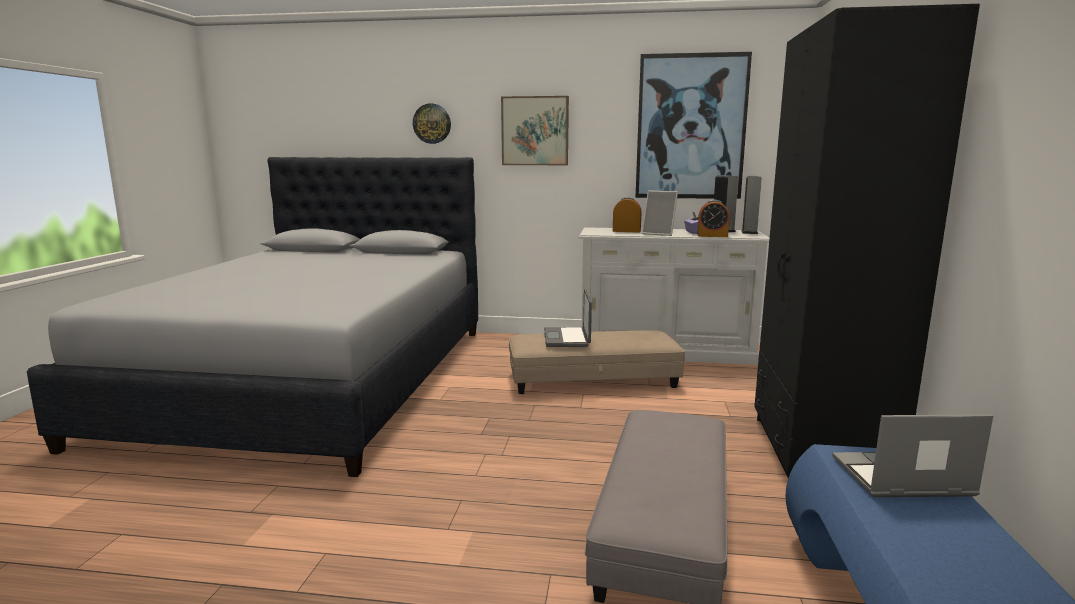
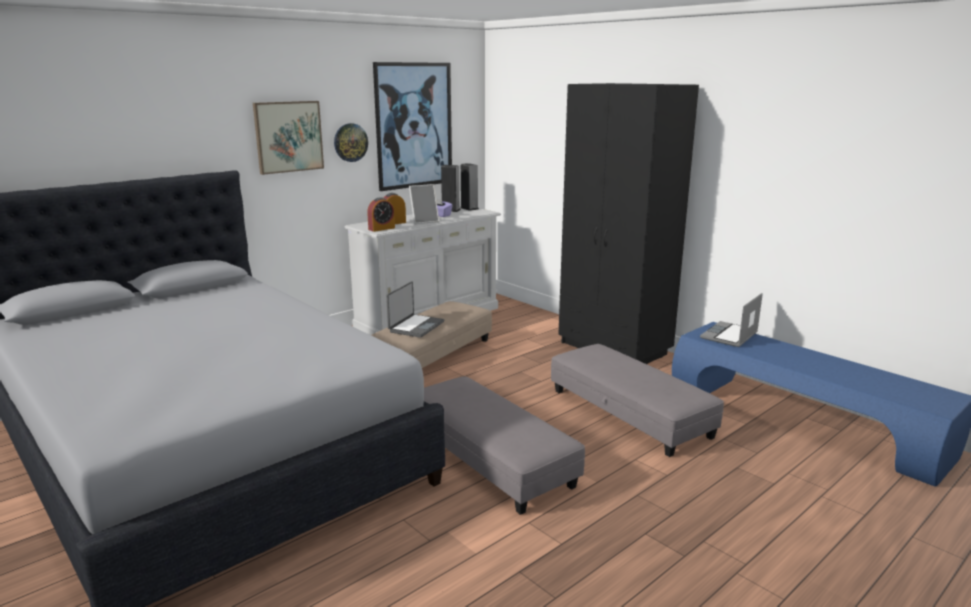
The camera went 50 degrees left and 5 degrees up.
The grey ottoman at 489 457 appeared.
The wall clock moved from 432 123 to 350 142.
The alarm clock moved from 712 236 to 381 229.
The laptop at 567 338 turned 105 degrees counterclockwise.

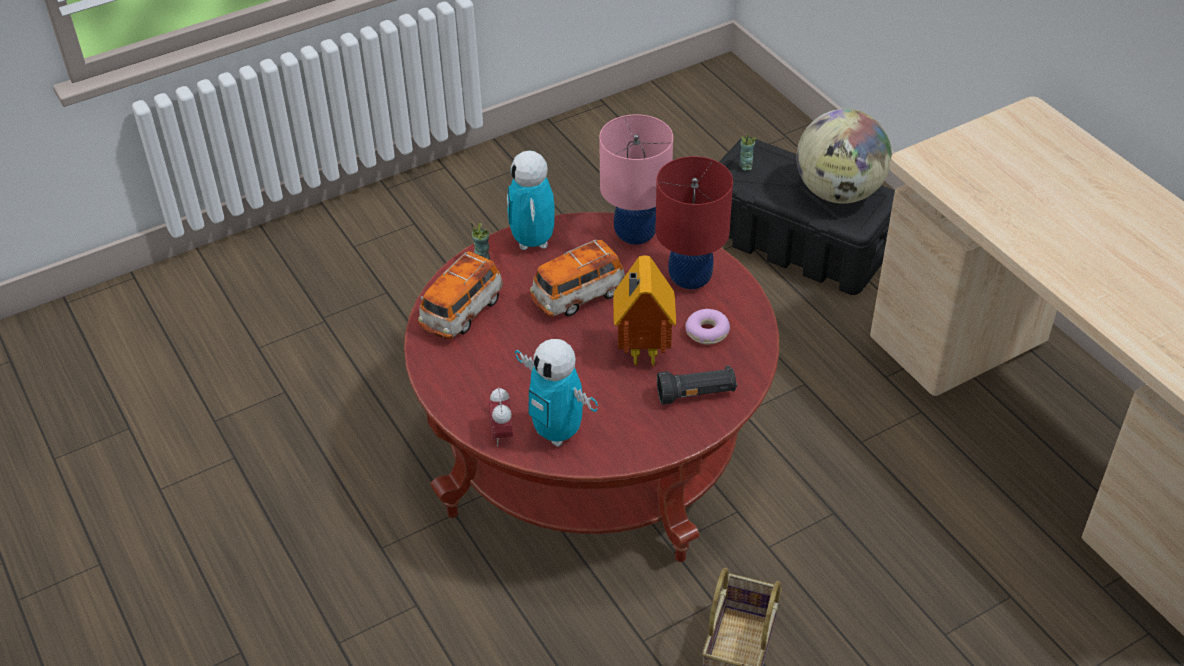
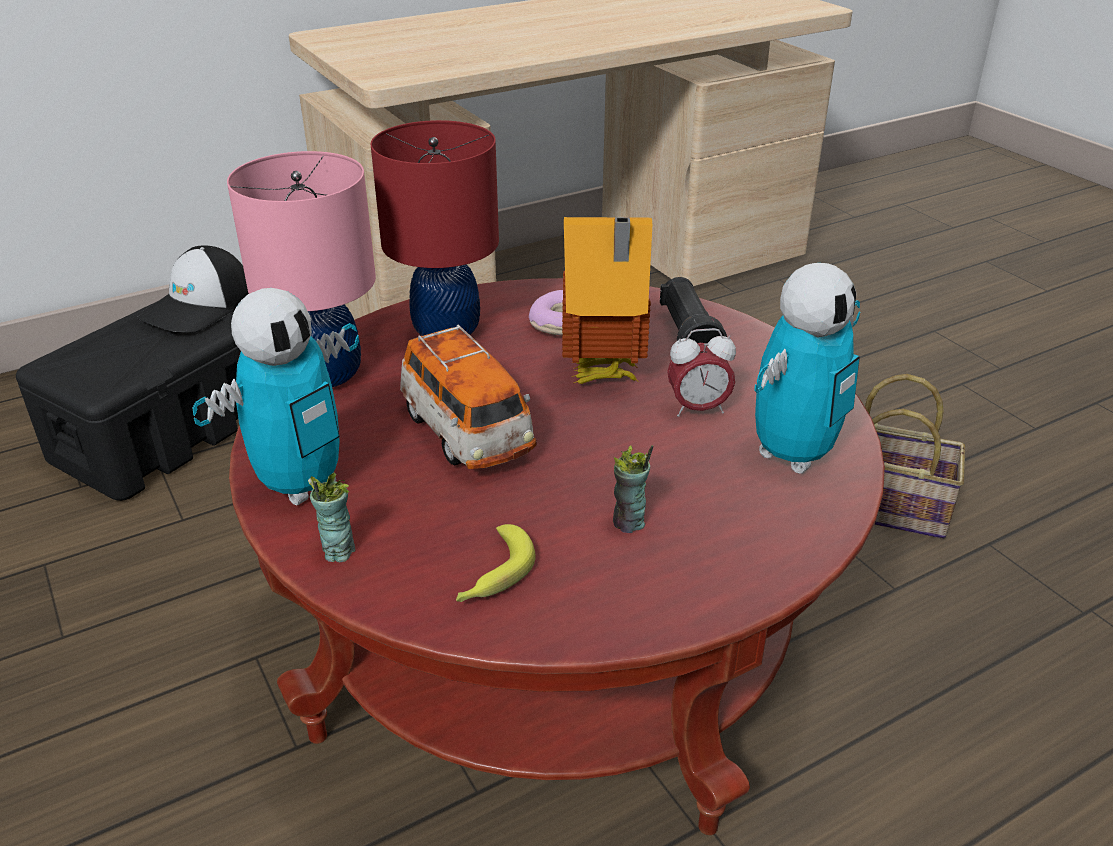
The camera went 90 degrees left and 10 degrees down.
The alarm clock moved from 502 434 to 698 409.
The cup moved from 745 166 to 629 523.
The toy car at 462 313 was replaced by the banana at 492 575.
The globe at 838 193 was replaced by the cap at 199 306.
The toy robot at 533 241 turned 45 degrees counterclockwise.

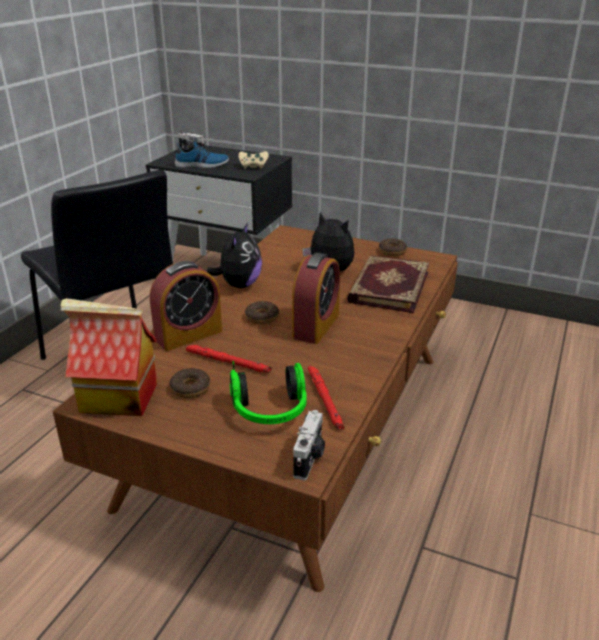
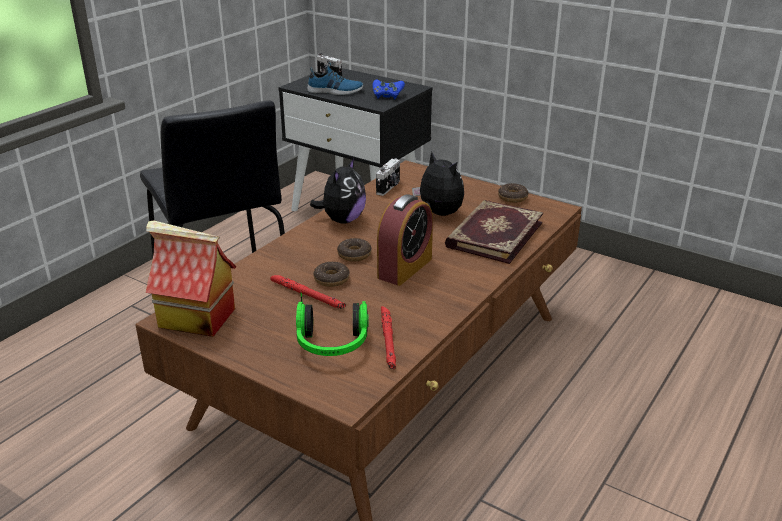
The camera went 10 degrees right and 0 degrees up.
The alarm clock at 188 335 disappeared.
The donut moved from 190 388 to 331 279.
The photo camera moved from 310 458 to 389 187.
The beige game controller at 253 167 became the blue game controller at 387 96.

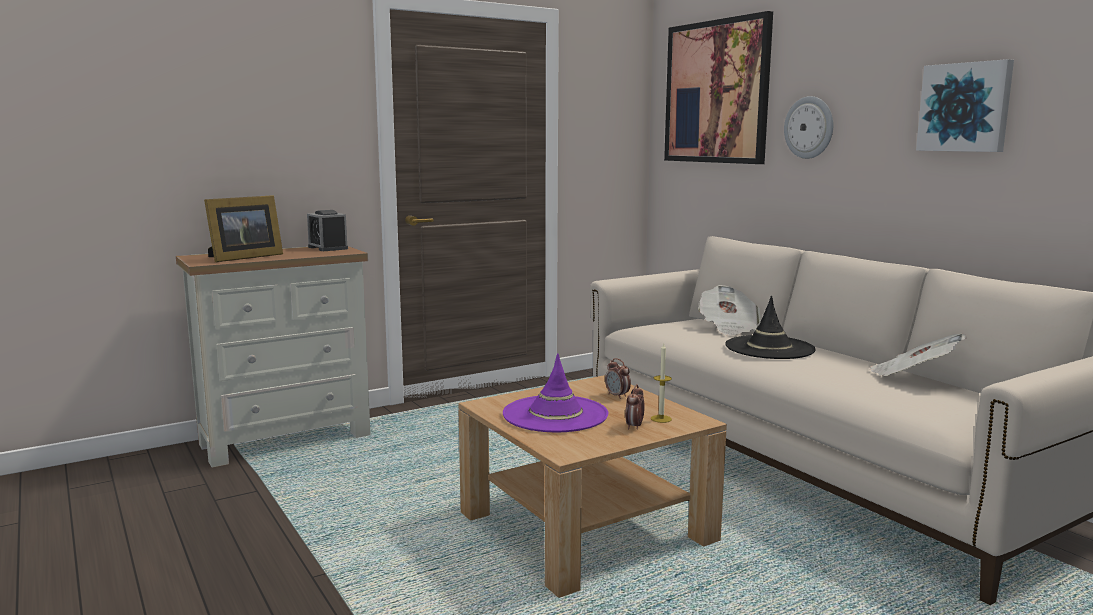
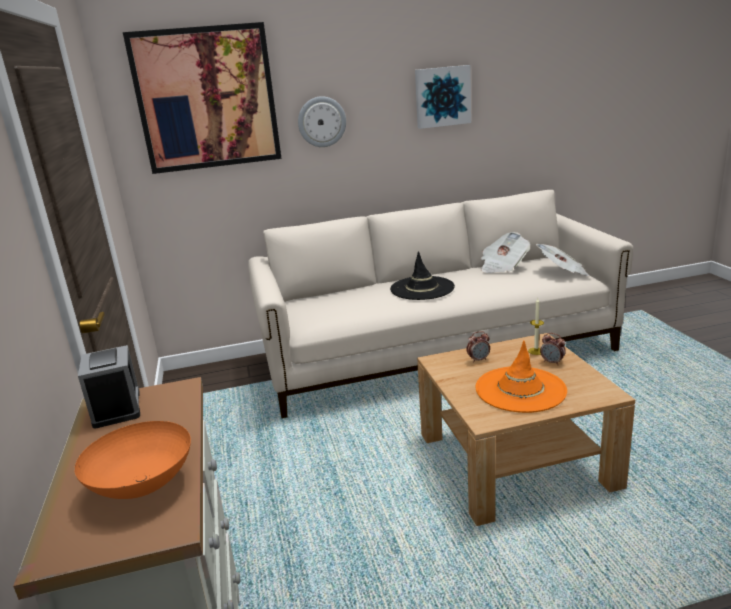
The camera went 70 degrees left and 10 degrees up.
The newspaper moved from 729 328 to 563 273.
The picture frame at 242 257 was replaced by the orange bowl at 141 485.
The purple hat at 555 414 became the orange hat at 520 389.
The alarm clock at 328 248 turned 90 degrees counterclockwise.

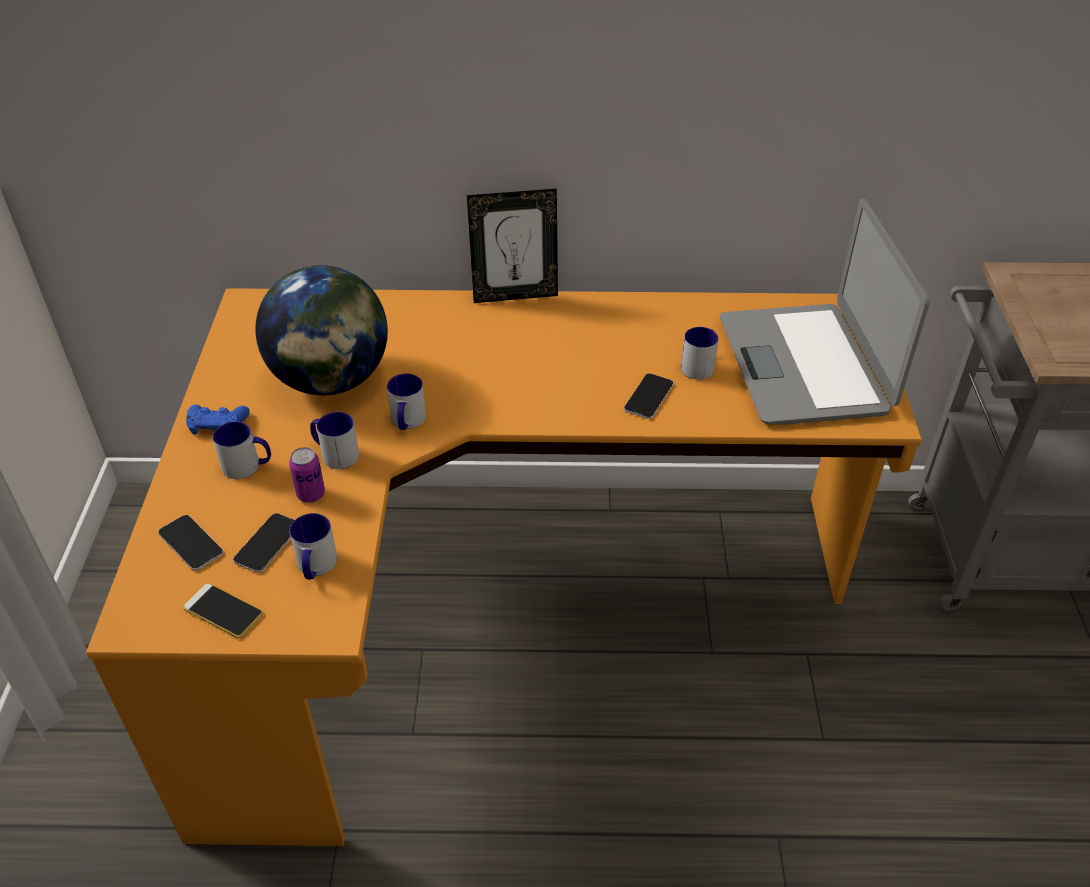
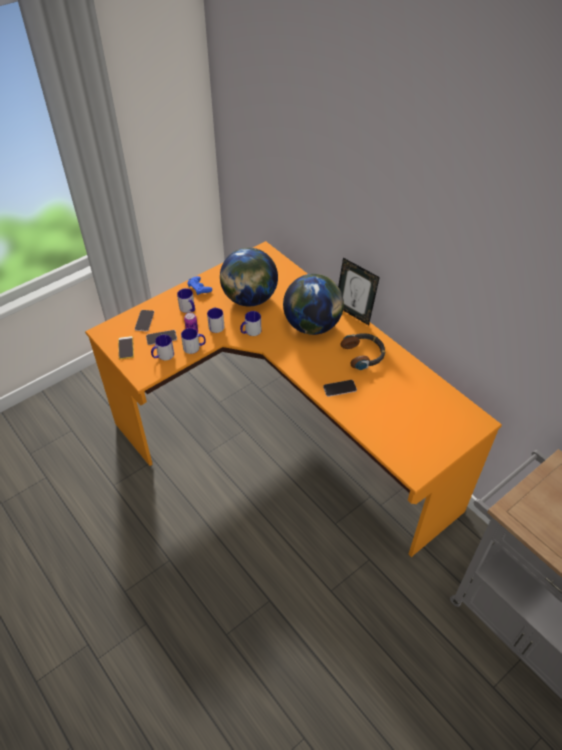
The camera went 50 degrees right and 5 degrees up.
The laptop at 805 365 disappeared.
The globe at 312 325 appeared.
The headphones at 364 354 appeared.
The mug moved from 700 365 to 194 347.

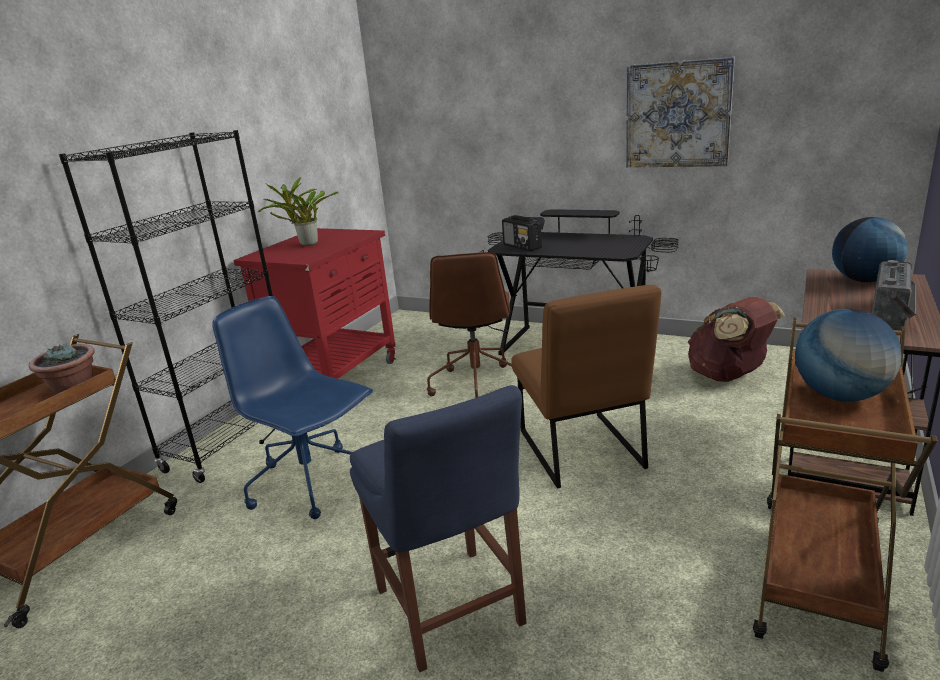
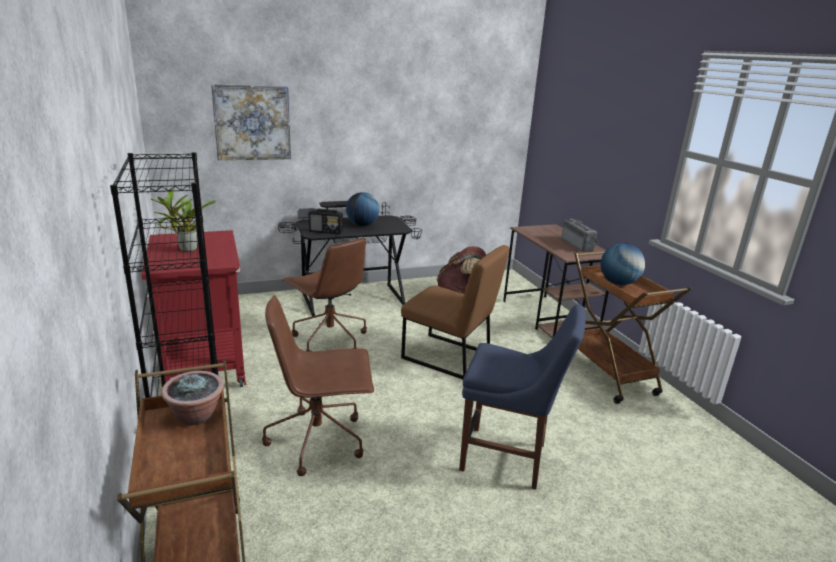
The camera went 50 degrees left and 0 degrees up.
The picture moved from 677 115 to 252 123.
The globe moved from 864 280 to 362 225.
The blue office chair at 314 485 became the brown office chair at 322 441.

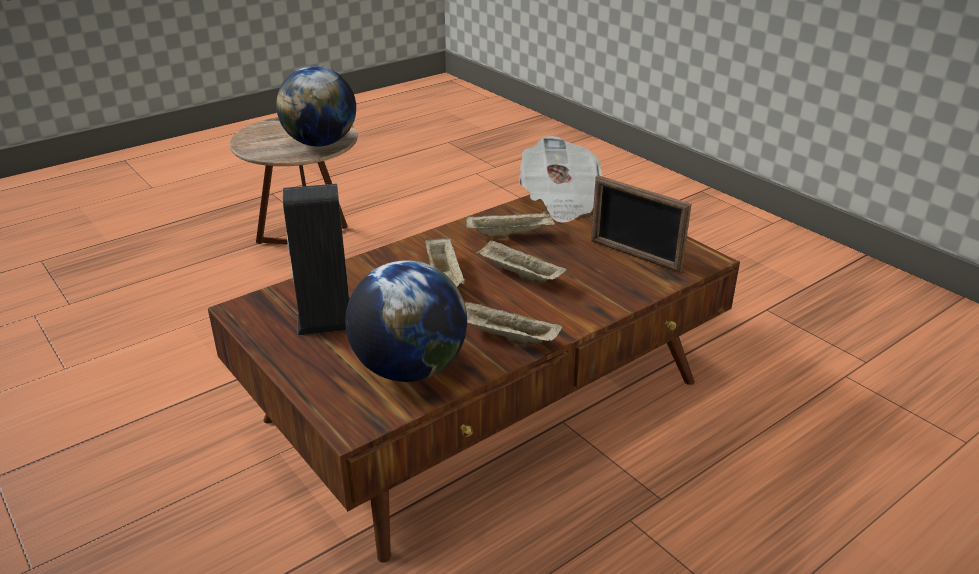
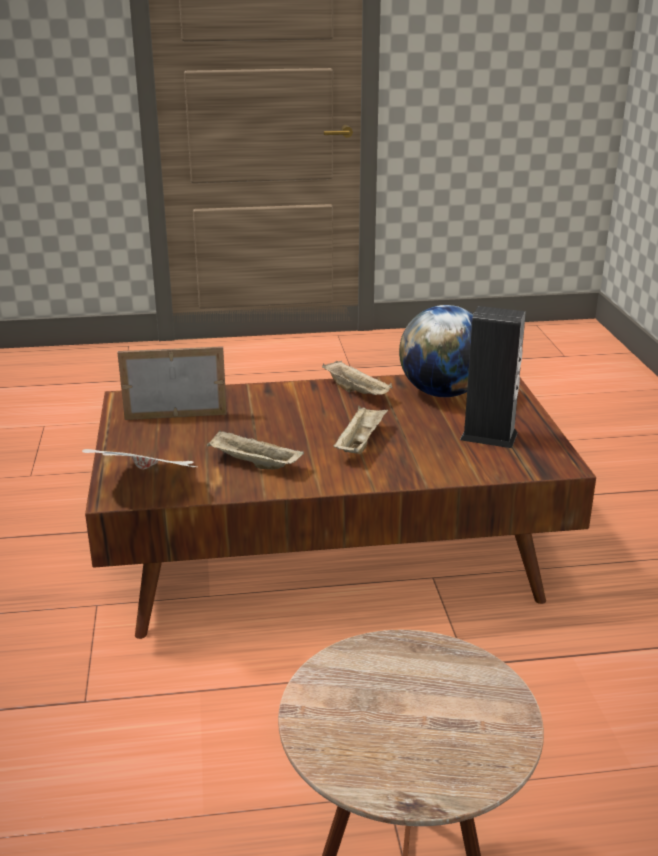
The camera went 150 degrees left and 5 degrees down.
The globe at 320 143 disappeared.
The beige tray at 518 275 disappeared.
The picture frame at 634 255 turned 75 degrees counterclockwise.

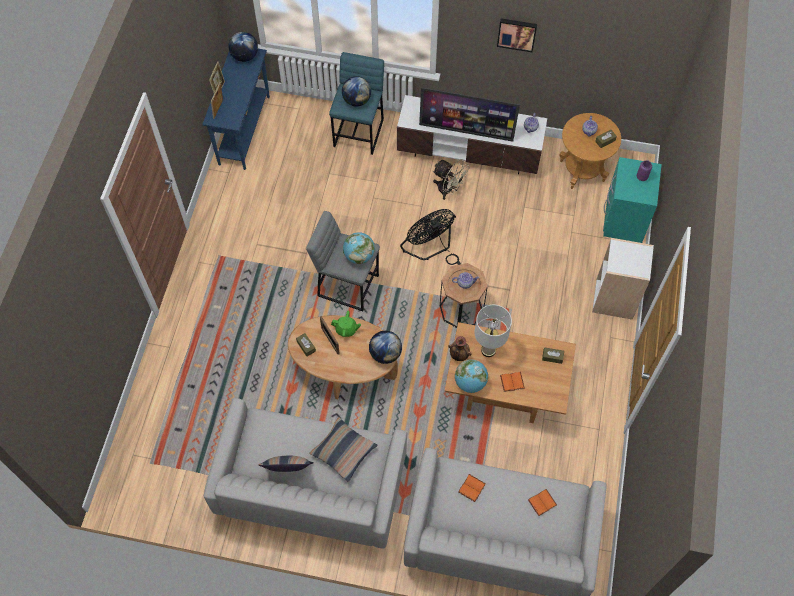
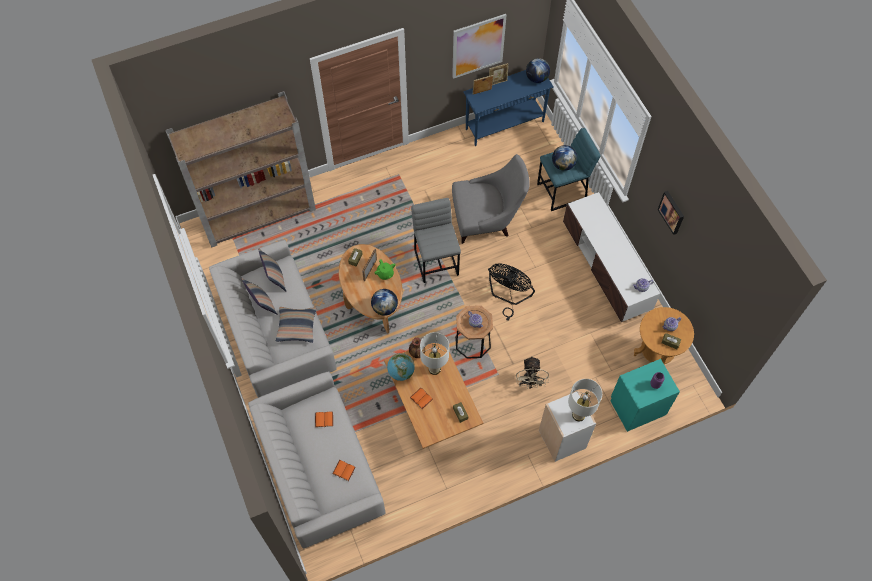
The camera went 55 degrees right and 0 degrees up.
The globe at 359 256 disappeared.
The television at 466 131 disappeared.
The brown bookcase at 258 214 appeared.
The pillow at 275 278 appeared.
The picture at 478 46 appeared.
The grey armchair at 487 218 appeared.
The white table lamp at 578 415 appeared.
The beige fan moved from 448 190 to 529 383.

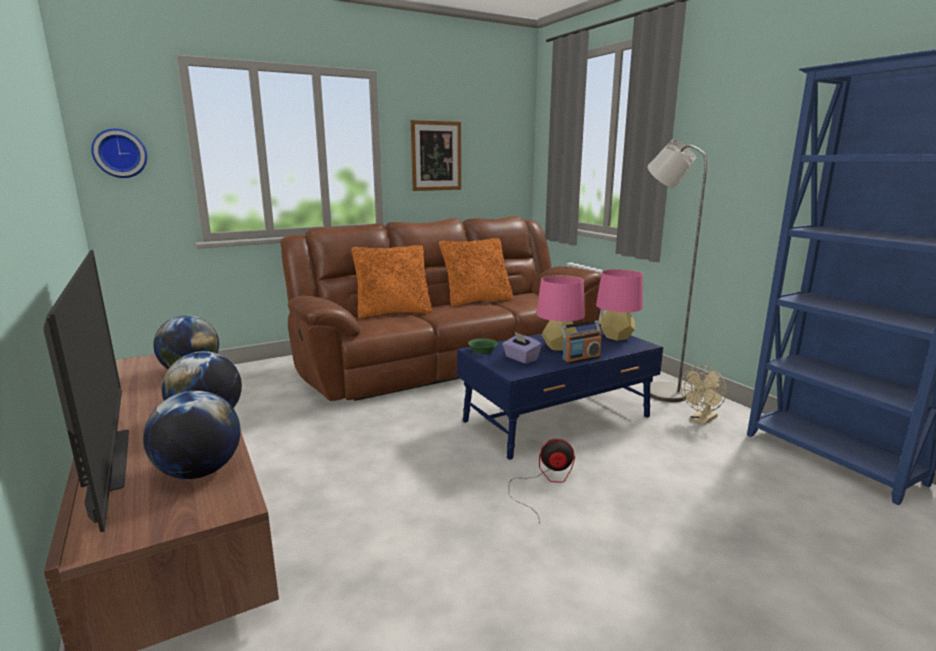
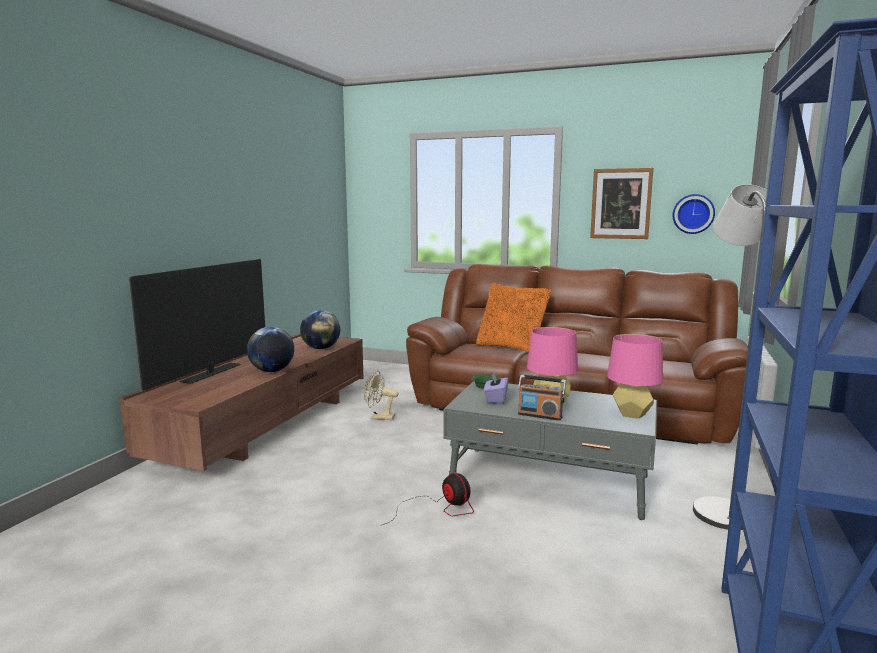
The camera went 50 degrees right and 5 degrees down.
The globe at 200 472 disappeared.
The orange pillow at 477 300 disappeared.
The wall clock moved from 120 153 to 693 214.
The beige fan moved from 701 420 to 379 417.
The blue coffee table at 557 419 became the grey coffee table at 550 481.

